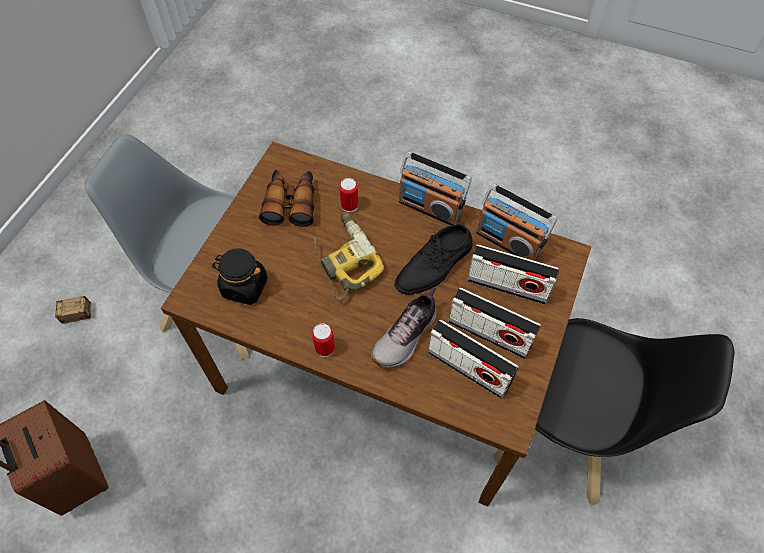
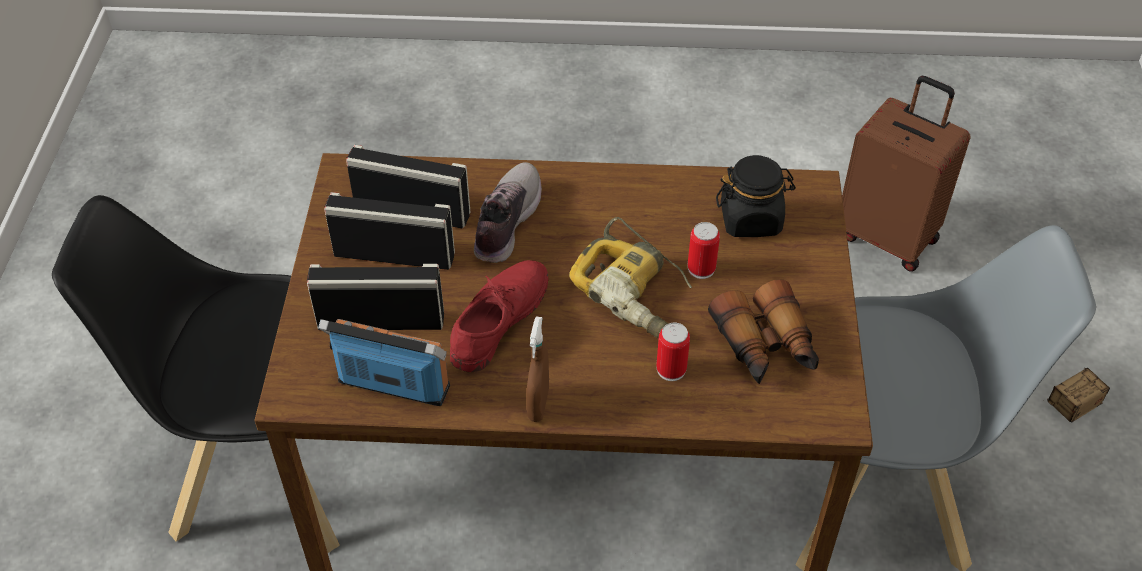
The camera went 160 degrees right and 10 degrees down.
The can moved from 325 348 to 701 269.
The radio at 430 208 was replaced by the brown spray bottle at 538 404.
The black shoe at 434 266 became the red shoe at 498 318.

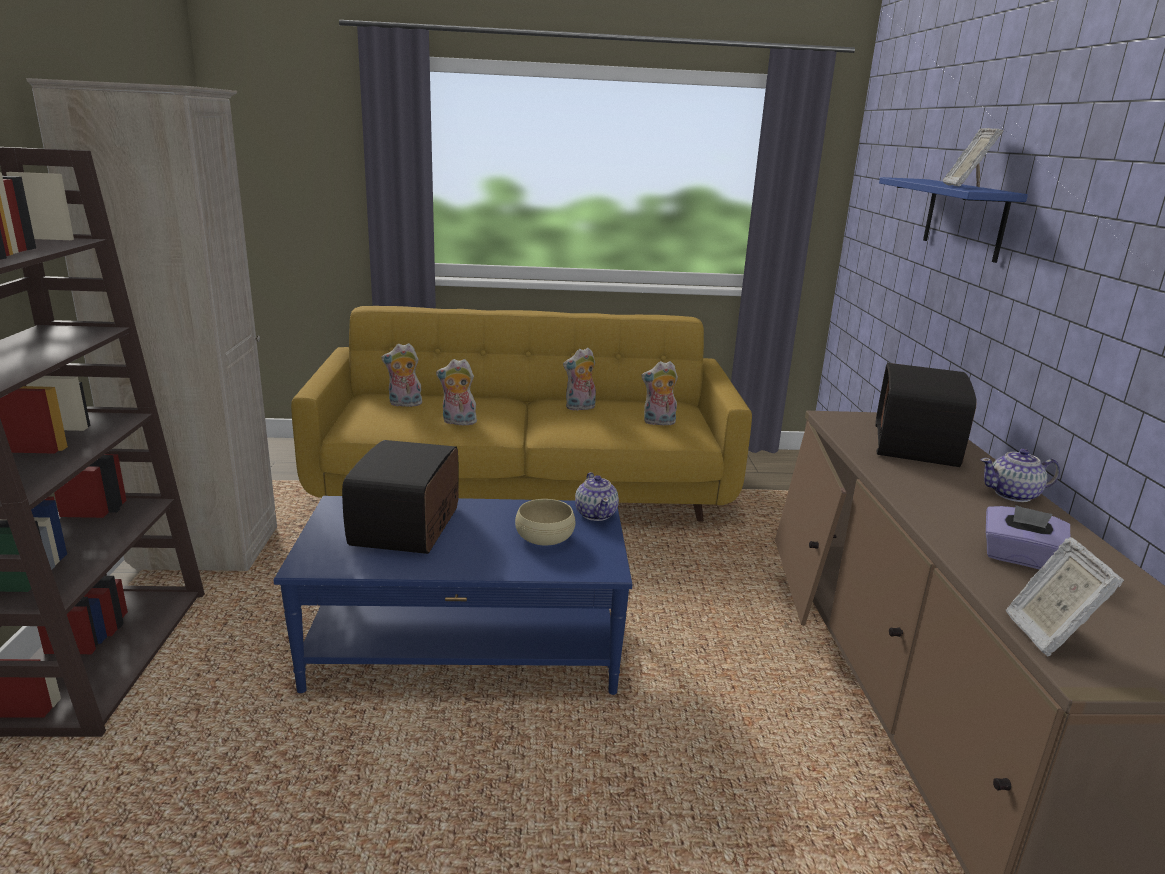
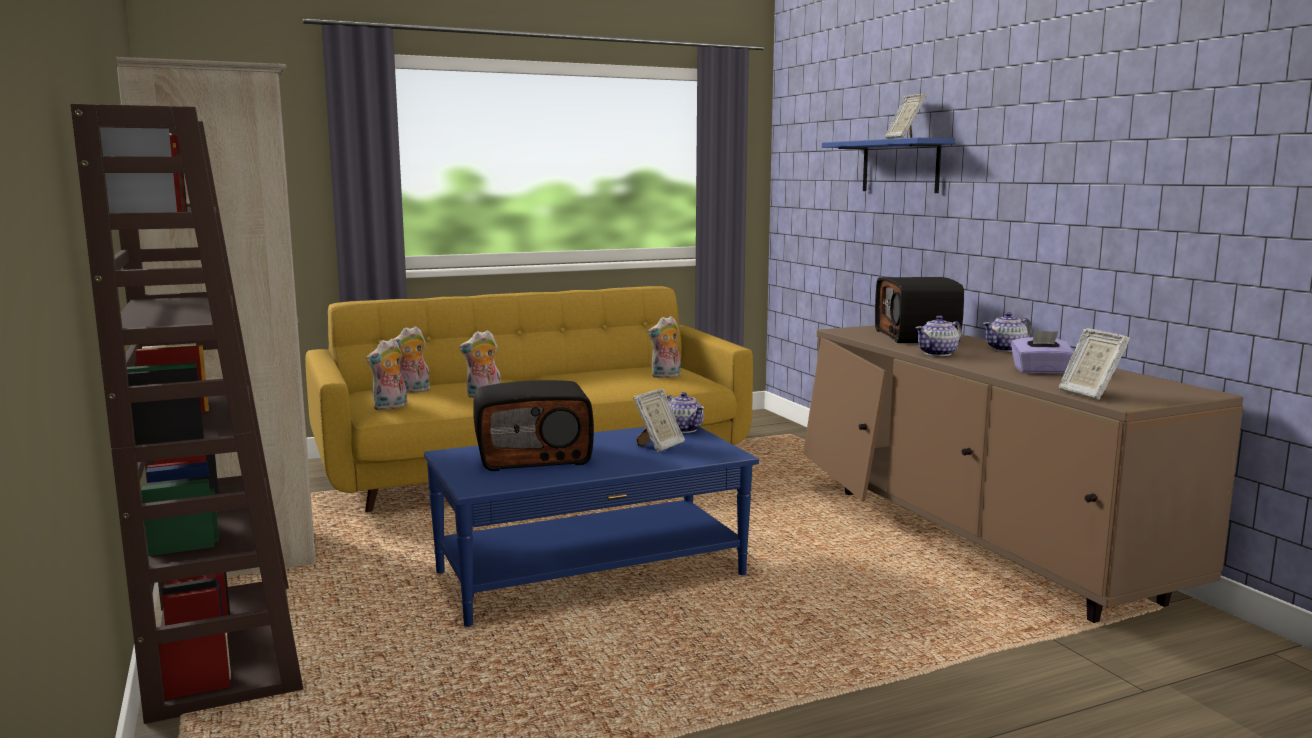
The camera went 20 degrees left and 10 degrees down.
The teapot at 938 353 appeared.
The plush toy moved from 580 408 to 390 407.
The beige bowl at 544 537 was replaced by the picture frame at 659 446.
The radio at 408 527 turned 90 degrees counterclockwise.

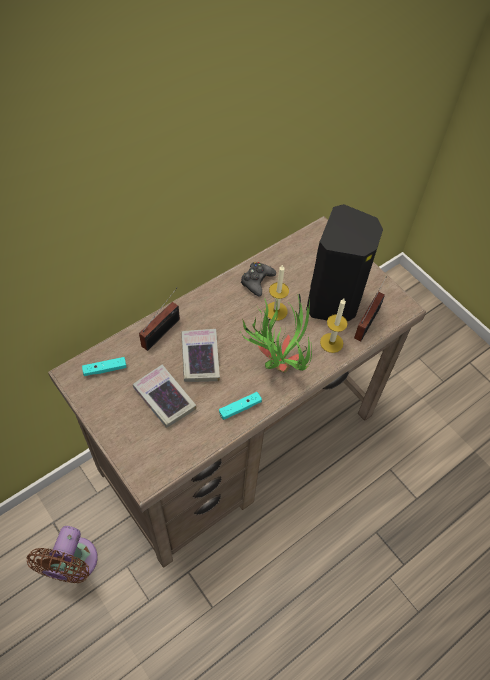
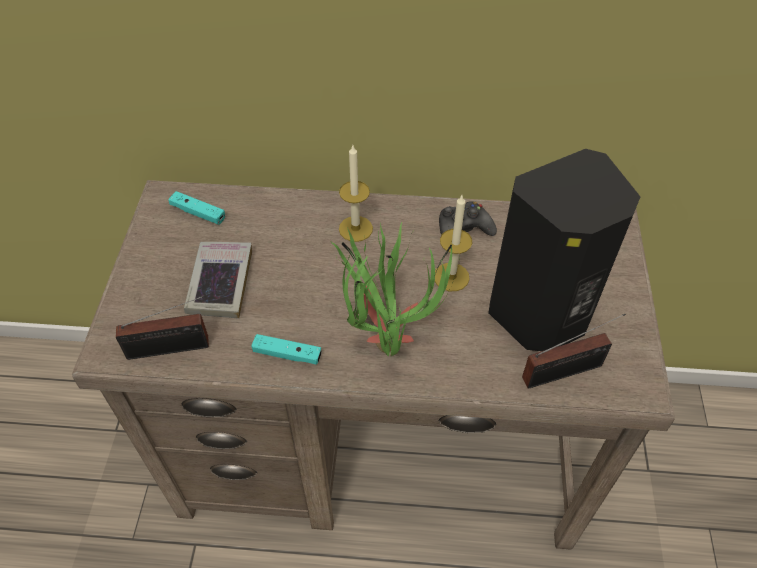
The camera went 45 degrees right and 5 degrees down.
The brown fan at 73 565 disappeared.
The book at 200 358 disappeared.
The radio moved from 163 331 to 173 348.
The candle moved from 331 343 to 355 228.

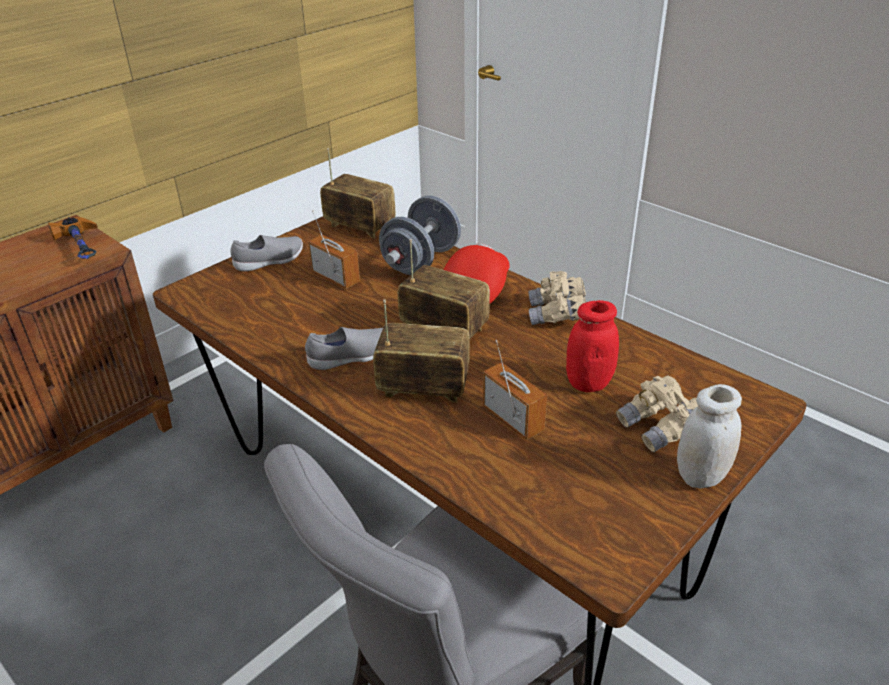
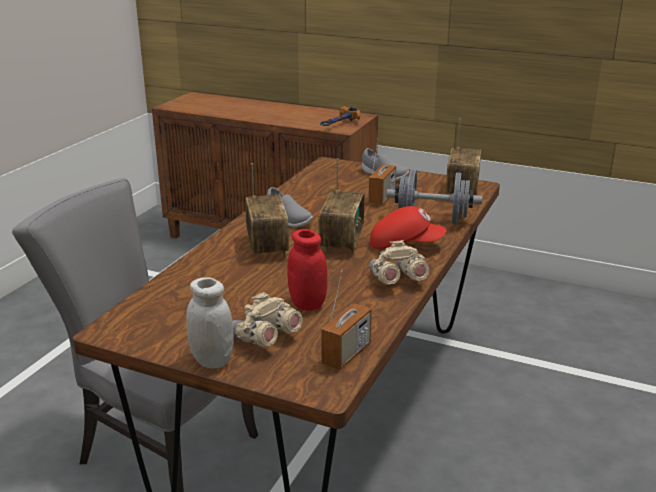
The camera went 70 degrees right and 10 degrees down.
The radio moved from 513 419 to 346 354.

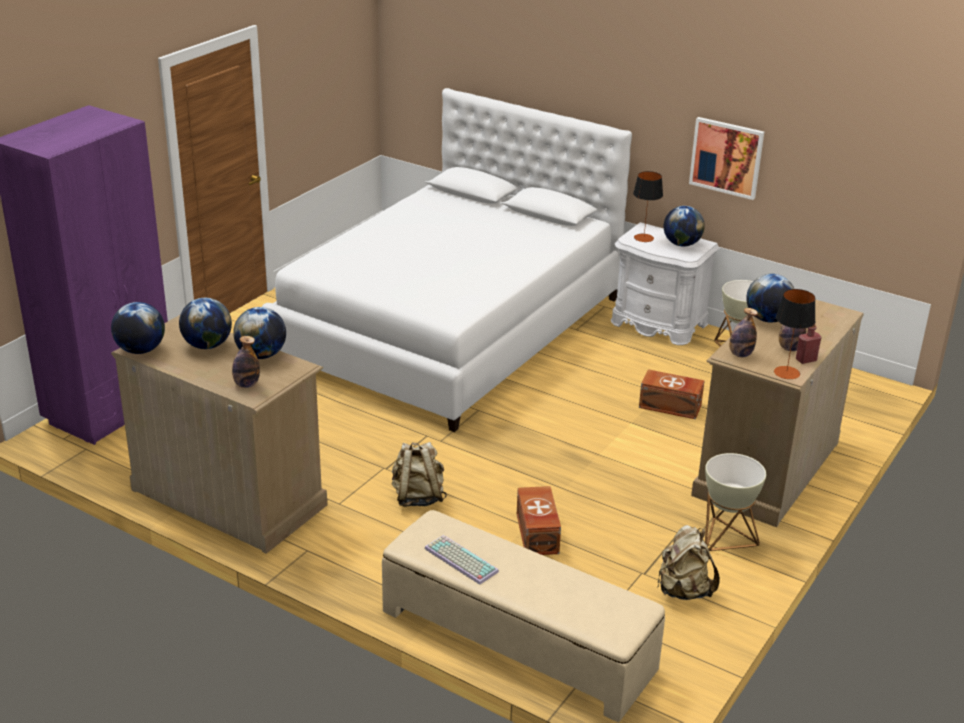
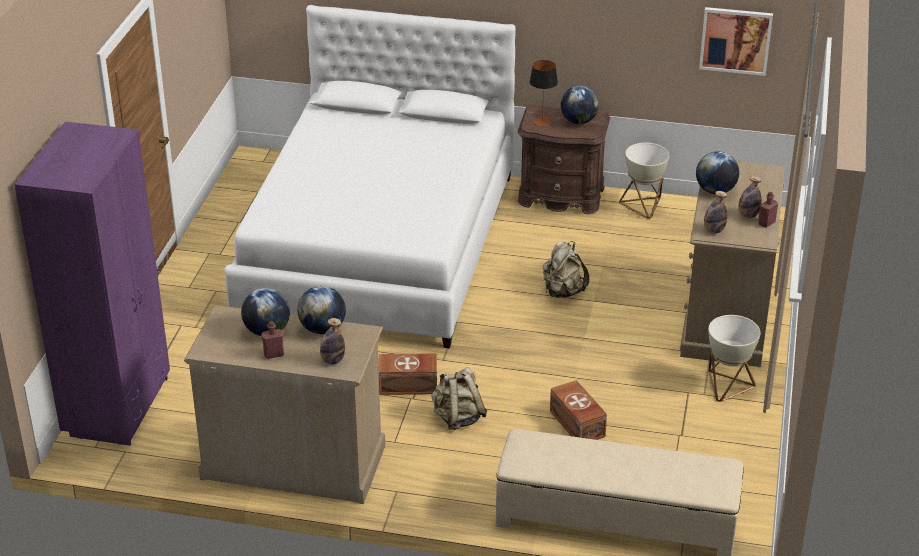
The camera went 20 degrees left and 5 degrees up.
The globe at 141 350 disappeared.
The keyboard at 459 560 disappeared.
The table lamp at 786 372 disappeared.
The red bottle at 274 354 appeared.
The brown storage box moved from 670 406 to 409 385.
The beige backpack moved from 683 591 to 563 292.
The picture moved from 726 157 to 735 40.
The white nightstand at 657 325 became the brown nightstand at 561 197.

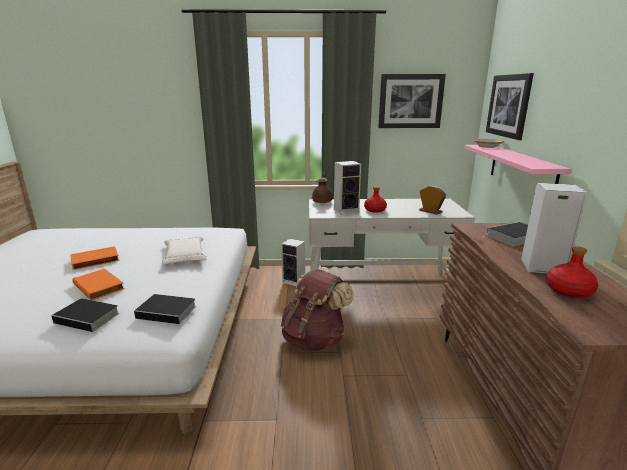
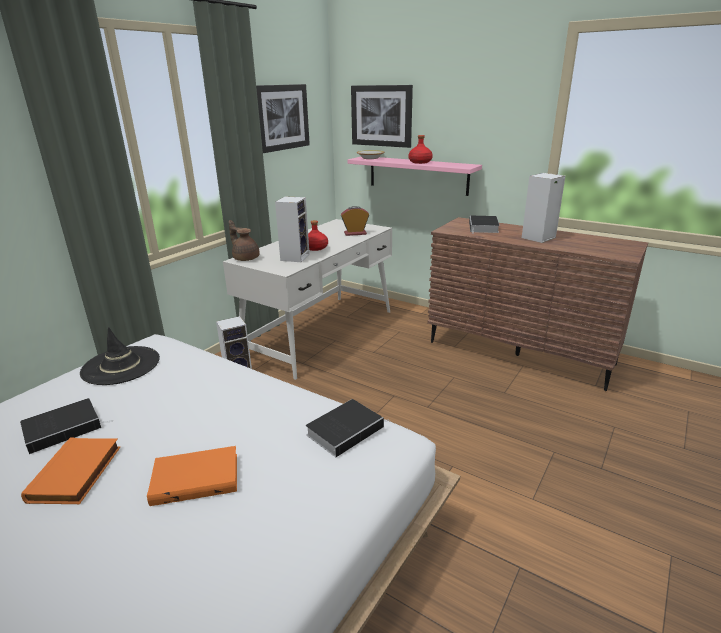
The camera went 55 degrees left and 5 degrees up.
The white pillow at 184 255 disappeared.
The brown backpack at 314 339 disappeared.
The black hat at 121 365 appeared.
The book moved from 89 318 to 65 428.
The red bottle moved from 568 291 to 420 162.

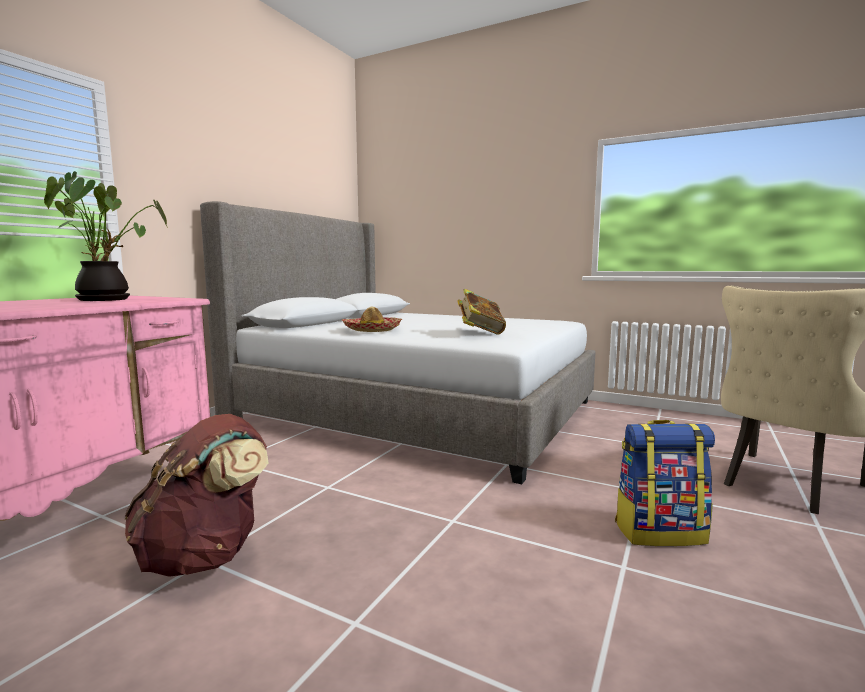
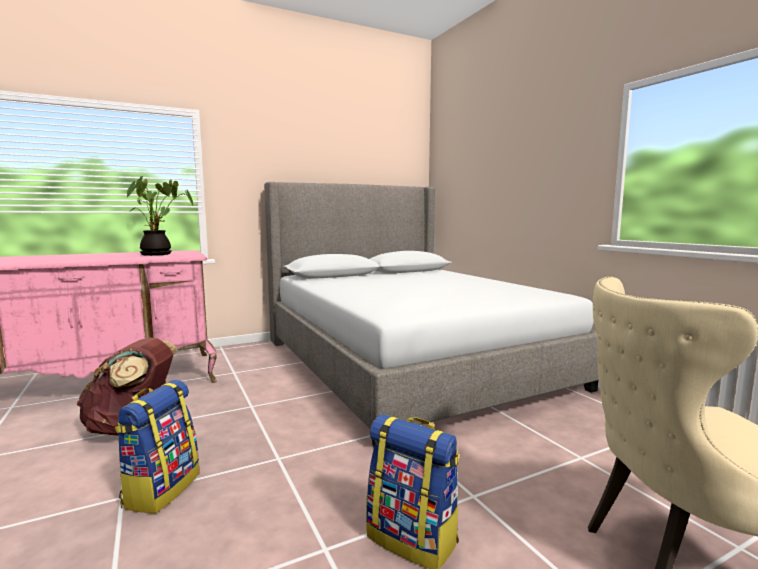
The camera went 35 degrees right and 0 degrees up.
The hat at 372 330 disappeared.
The book at 480 332 disappeared.
The backpack at 161 489 appeared.

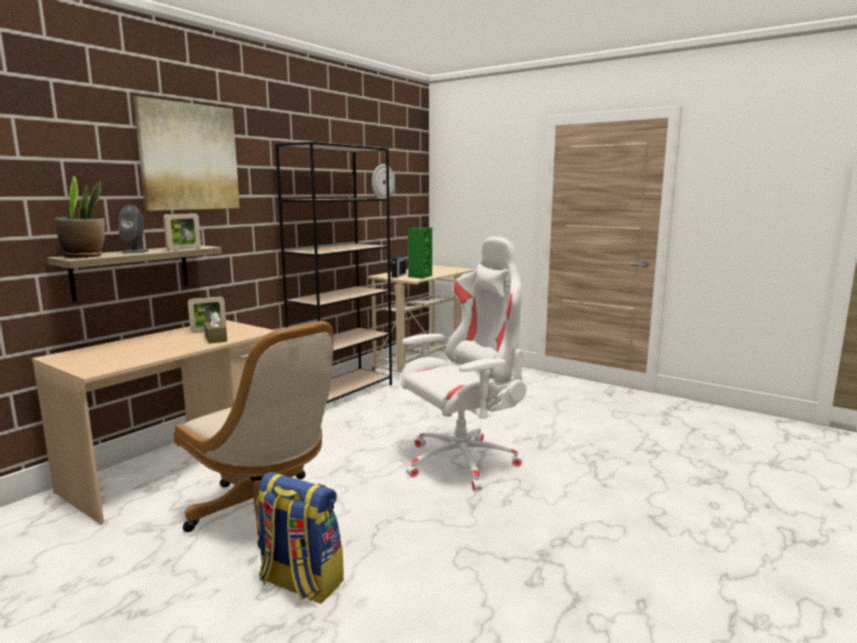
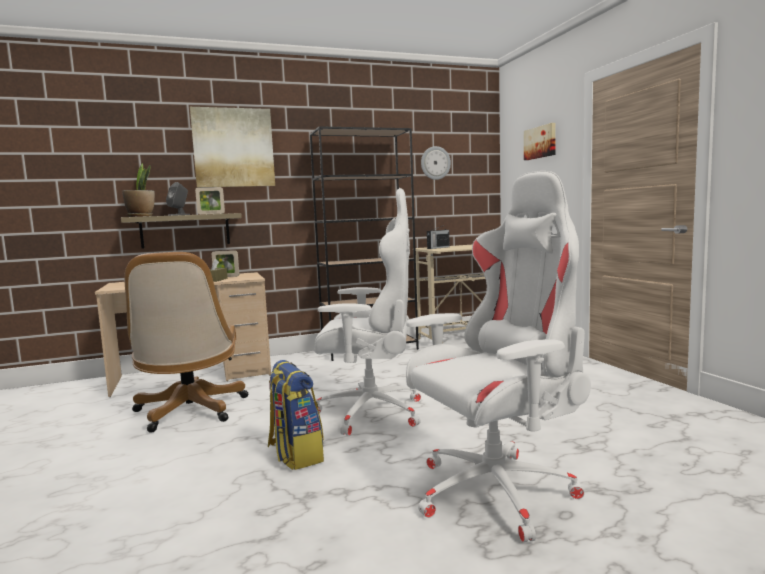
The camera went 35 degrees right and 5 degrees down.
The green speaker at 419 276 disappeared.
The white office chair at 492 493 appeared.
The picture at 540 142 appeared.
The backpack moved from 300 583 to 295 455.

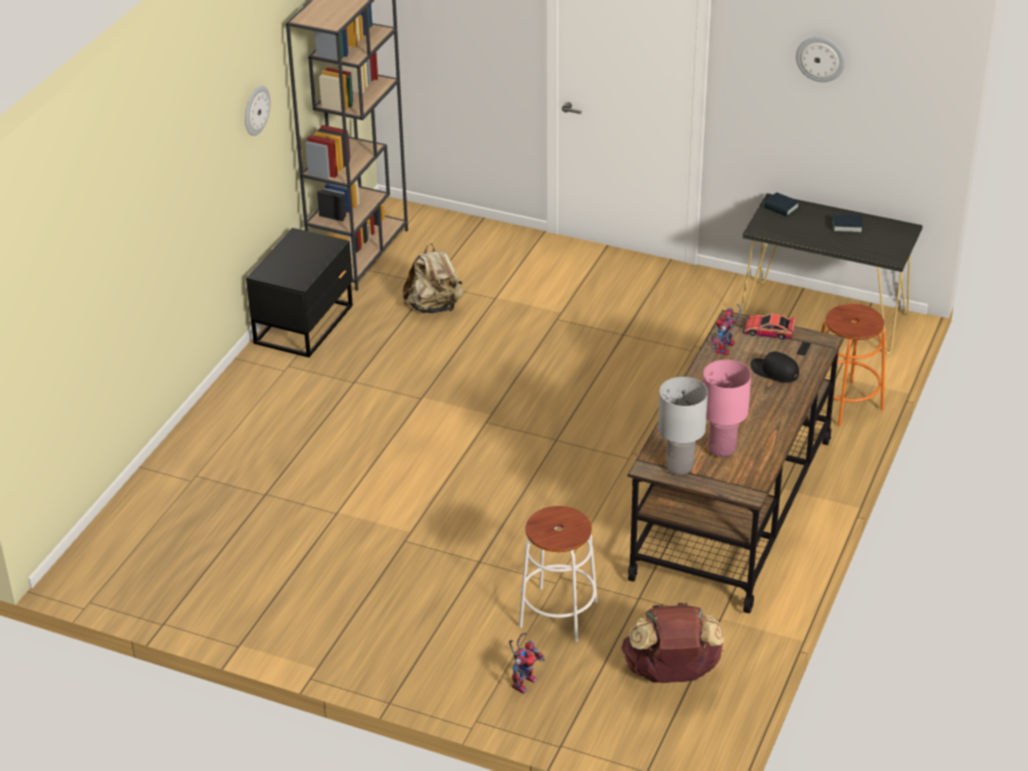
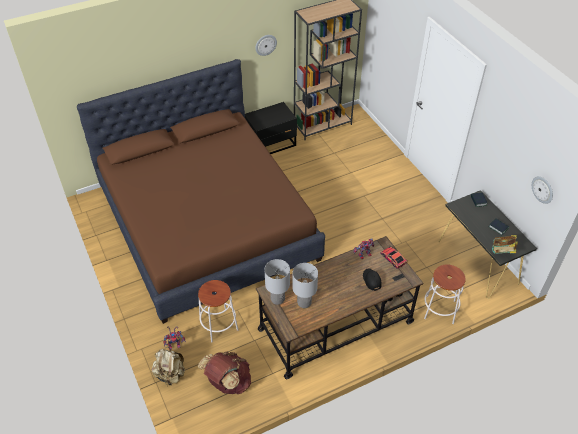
The camera went 40 degrees right and 10 degrees up.
The brown bed at 206 223 appeared.
The book at 502 252 appeared.
The beige backpack moved from 434 307 to 170 374.
The wall clock moved from 820 58 to 543 189.
The pink table lamp at 722 451 became the grey table lamp at 304 303.
The orange stool at 845 403 became the white stool at 439 309.

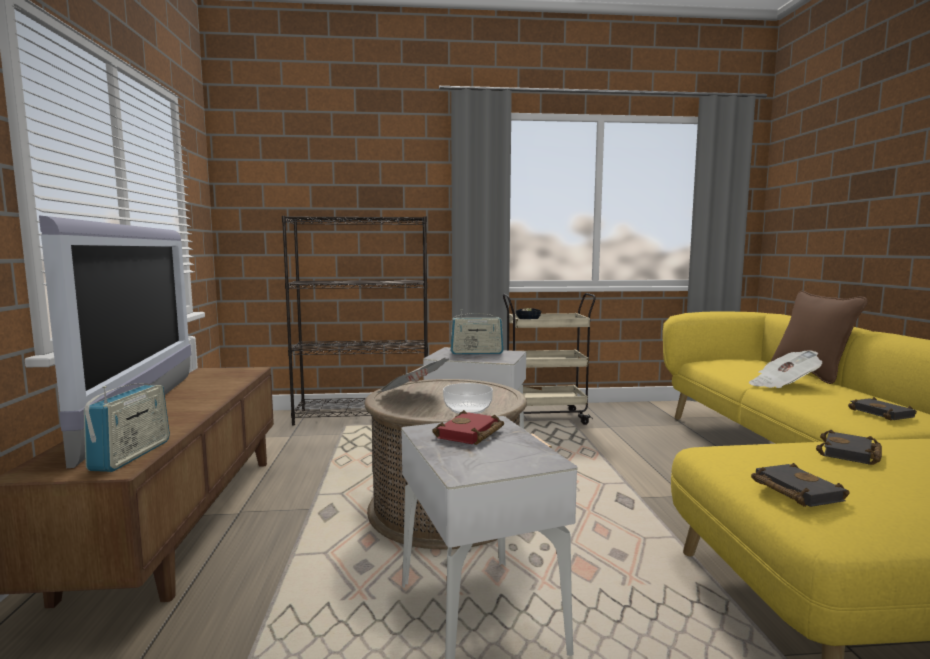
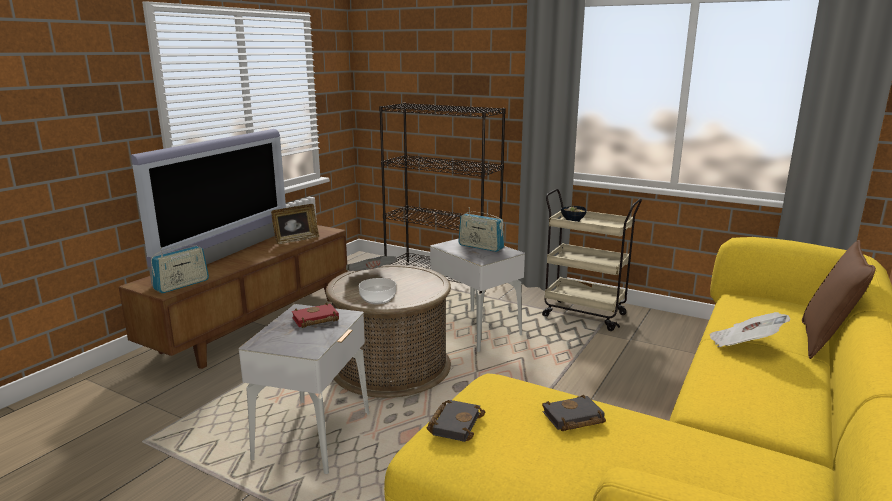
The camera went 35 degrees right and 10 degrees up.
The black book at 883 413 disappeared.
The picture frame at 296 240 appeared.

